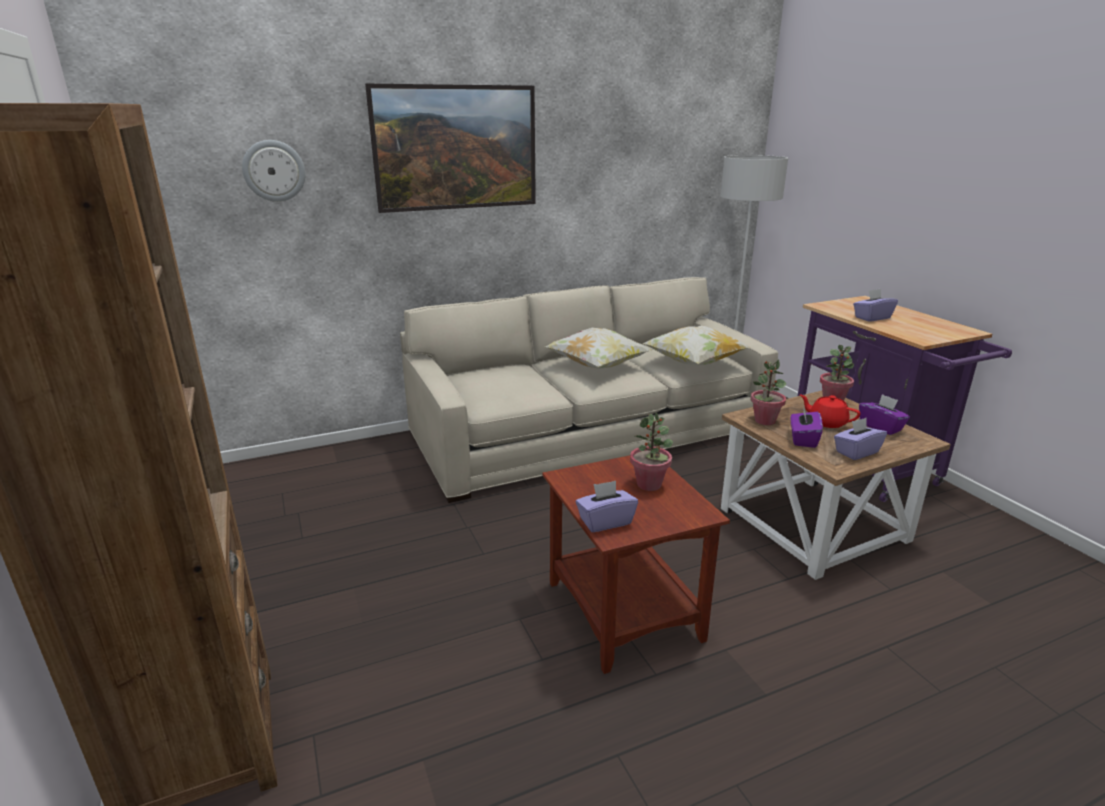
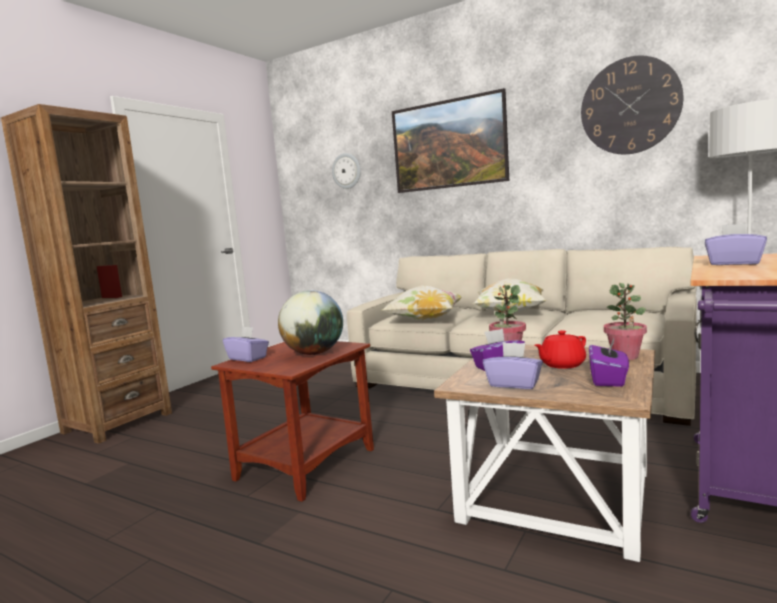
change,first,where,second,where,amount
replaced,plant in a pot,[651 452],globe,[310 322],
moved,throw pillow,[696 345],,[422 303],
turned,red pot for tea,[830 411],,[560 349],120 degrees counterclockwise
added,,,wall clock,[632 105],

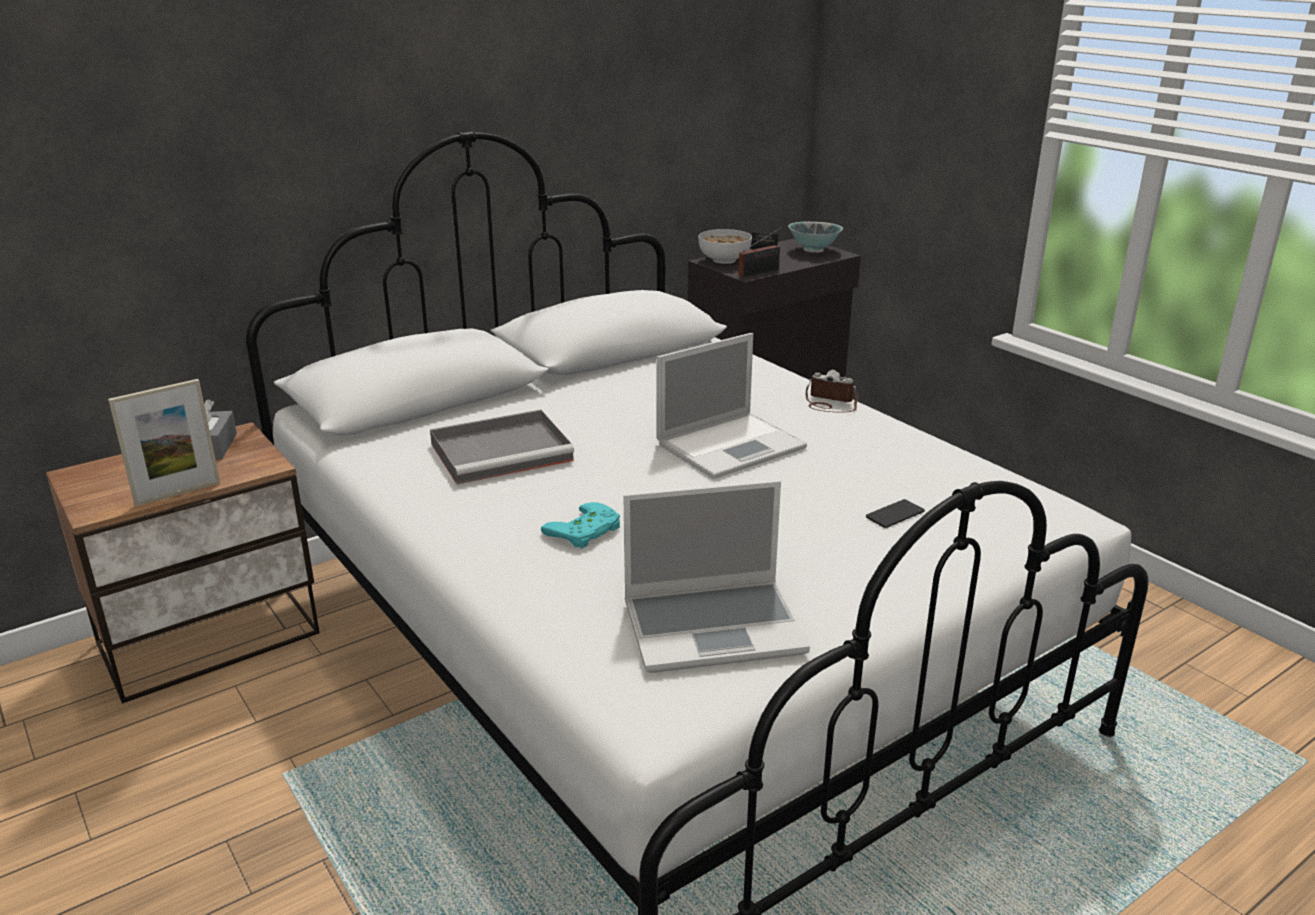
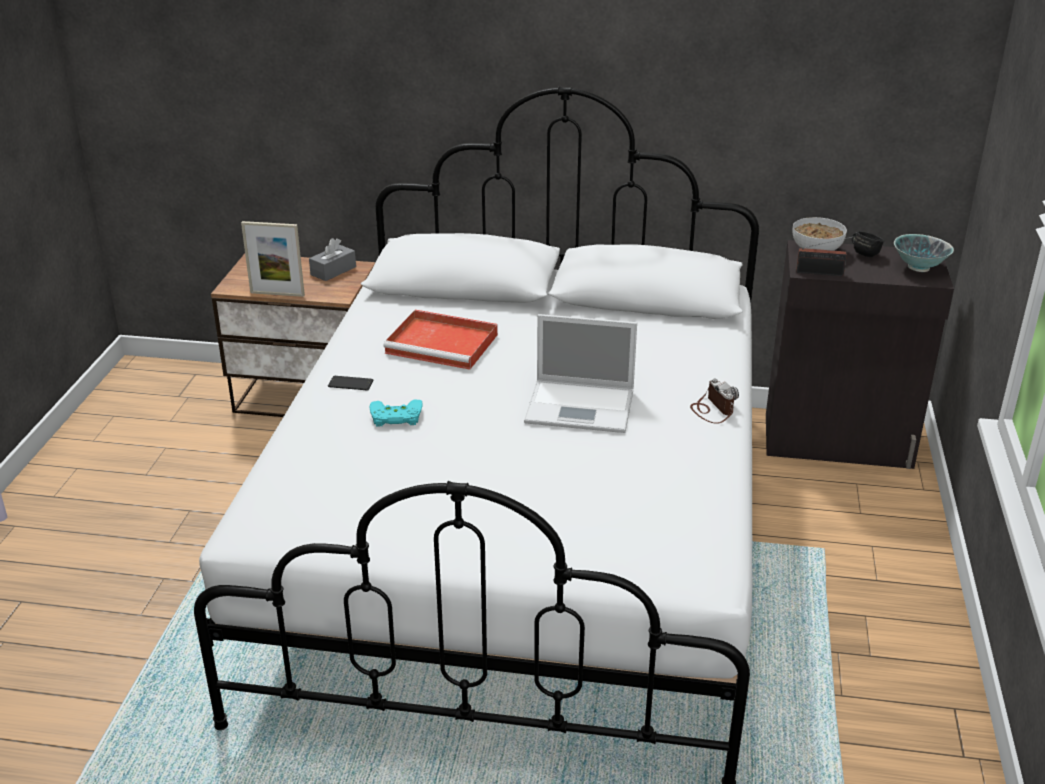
change,first,where,second,where,amount
recoloured,gray serving tray,[502 447],red serving tray,[440 340],
removed,notebook computer,[716 577],,,
moved,handset,[895 513],,[350 383],

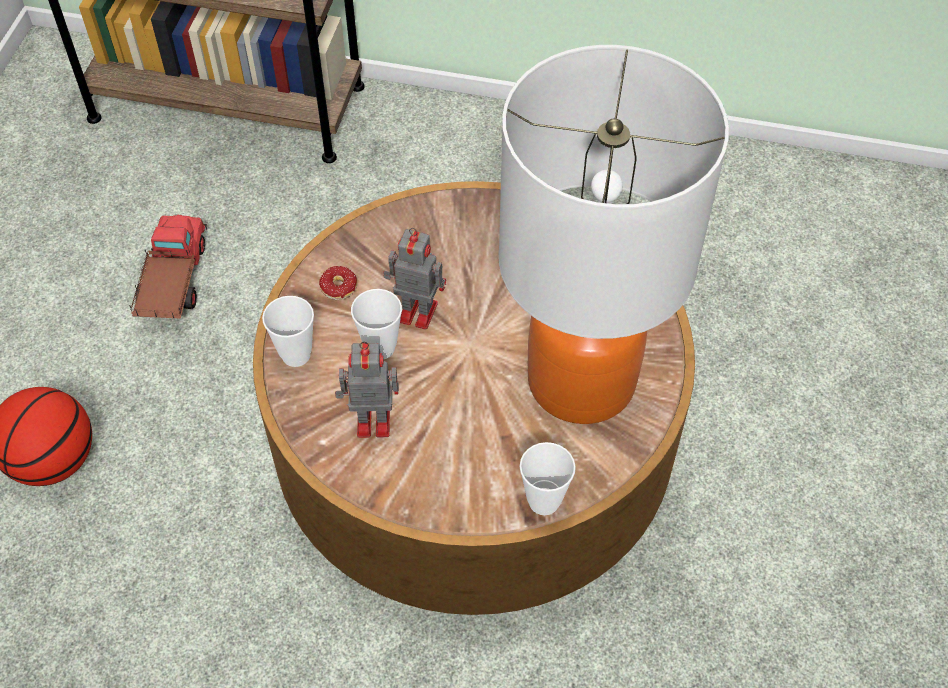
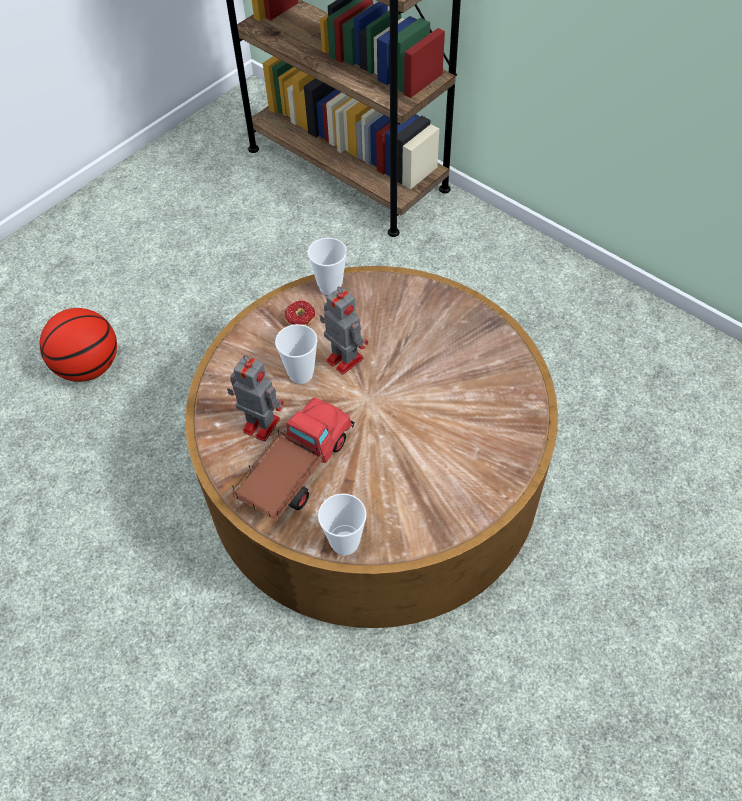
change,first,where,second,where,amount
moved,toy lorry,[168 266],,[293 459],
moved,drinking cup,[288 331],,[327 266],
removed,table lamp,[614 234],,,

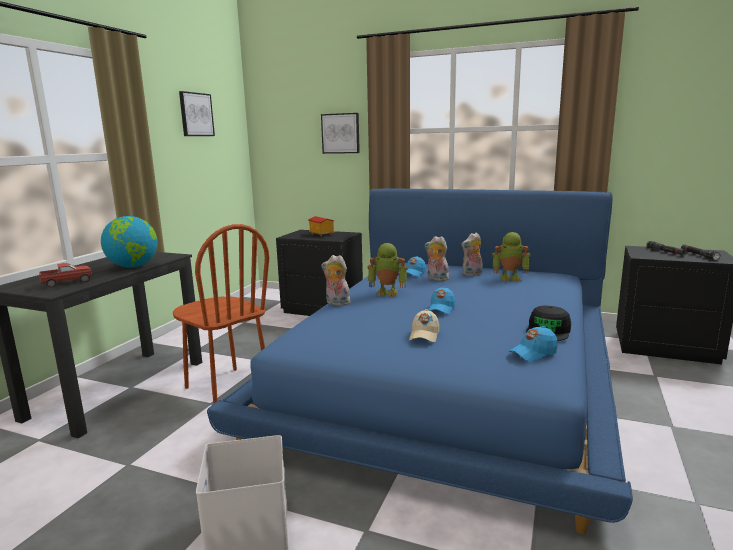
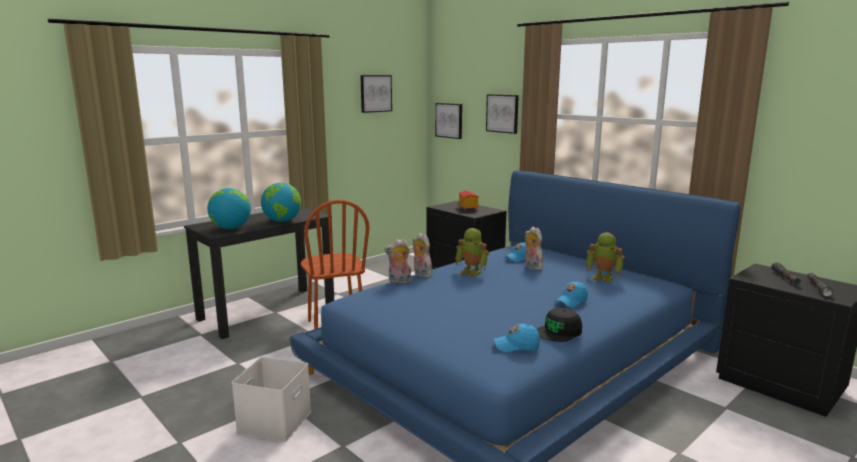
change,first,where,second,where,amount
replaced,toy lorry,[65 275],globe,[229 208],
removed,sand-coloured baseball cap,[424 325],,,
moved,blue-coloured baseball cap,[441 300],,[571 294],
moved,soft toy,[471 254],,[398 261],
added,,,picture,[448 121],

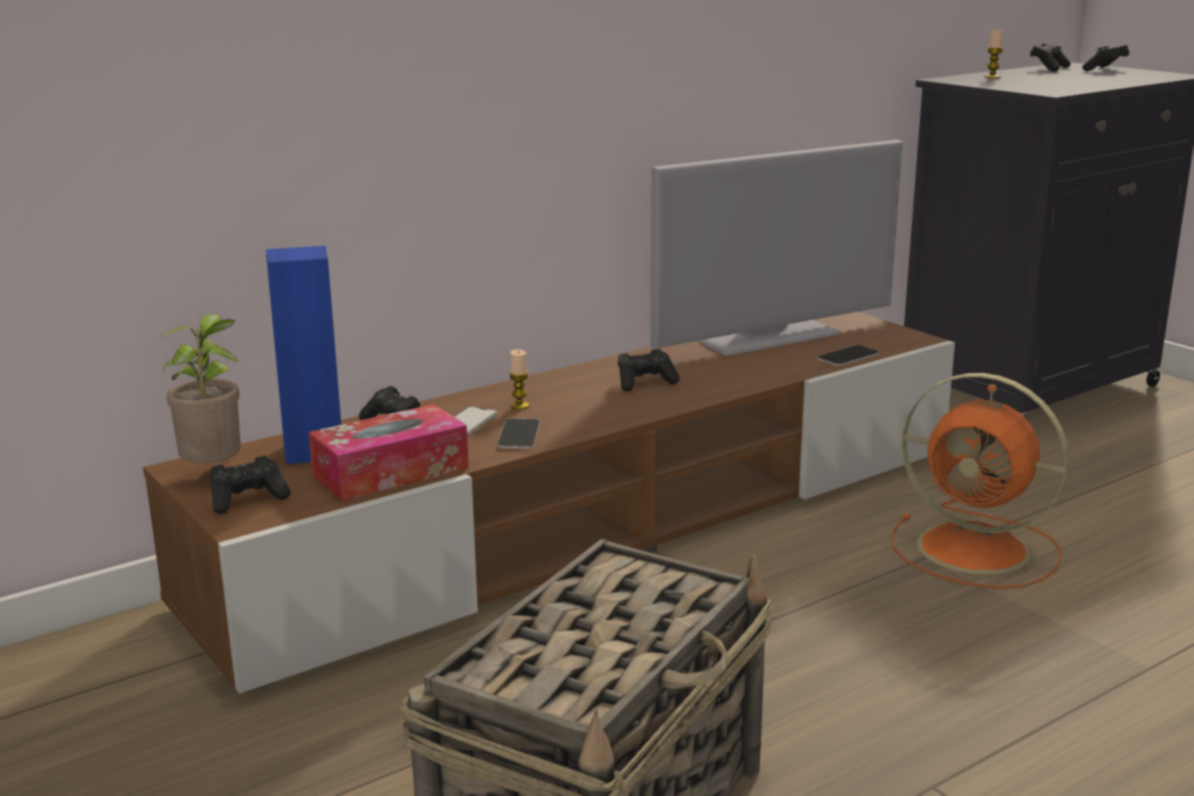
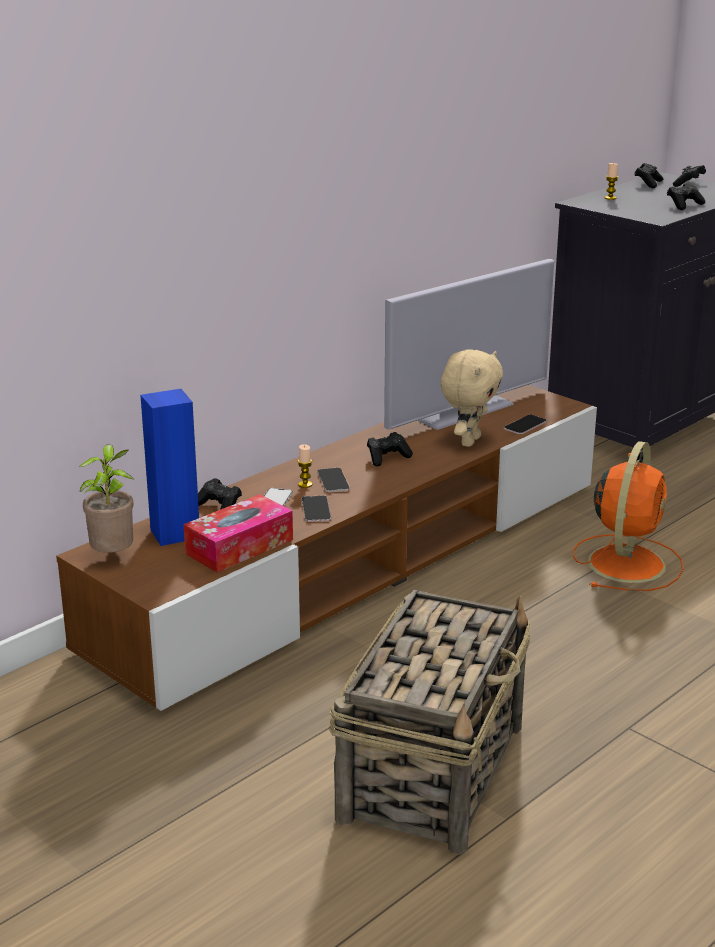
change,first,where,second,where,amount
moved,blackish joypad,[250 485],,[686 196],
turned,orange fan,[980 481],,[628 516],90 degrees counterclockwise
added,,,handset,[333 480],
added,,,sand-coloured soft toy,[472 398],

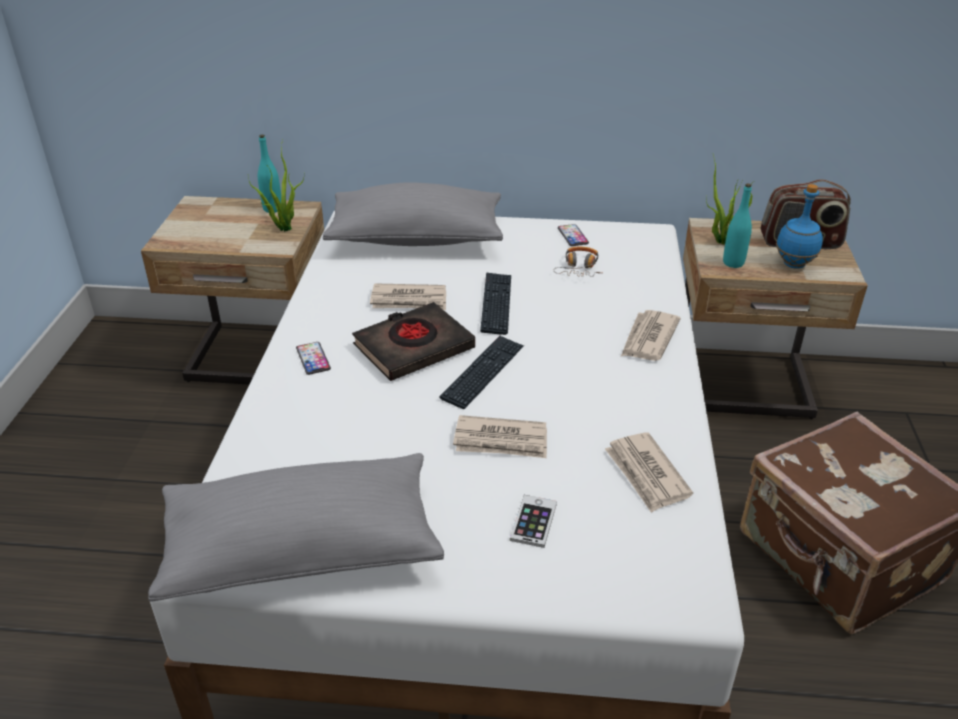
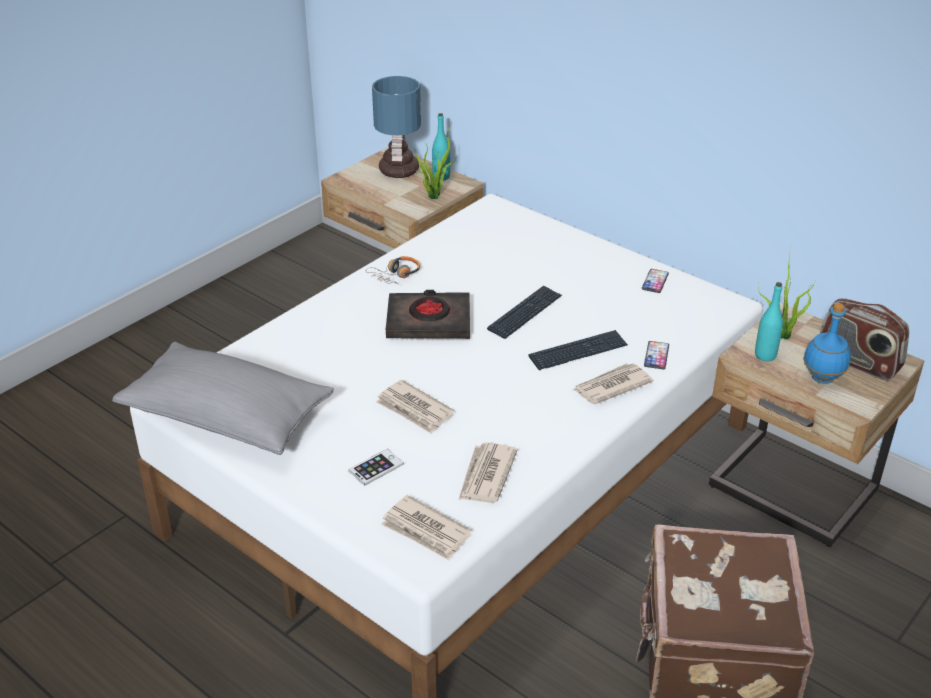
change,first,where,second,where,amount
moved,handset,[313 358],,[656 355],
removed,gray throw pillow,[413 214],,,
moved,daily paper,[408 296],,[426 528],
moved,computer keyboard,[481 372],,[578 350],
moved,headset,[577 261],,[393 270],
added,,,table lamp,[396 127],

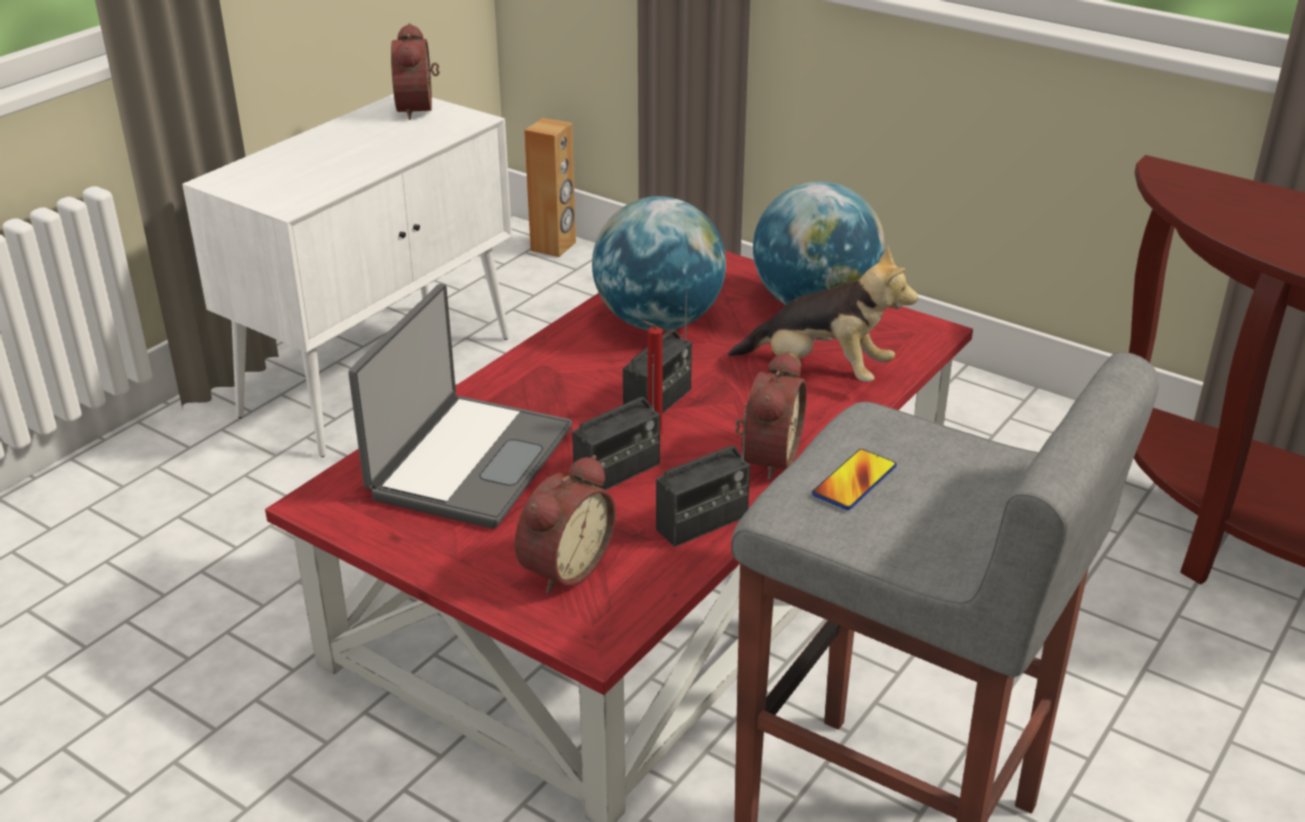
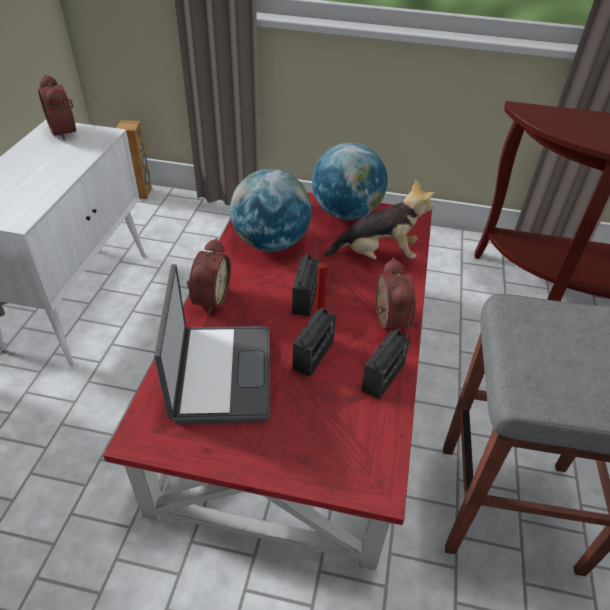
change,first,where,second,where,amount
moved,bedside clock,[565 524],,[209 276],
removed,handset,[854 479],,,

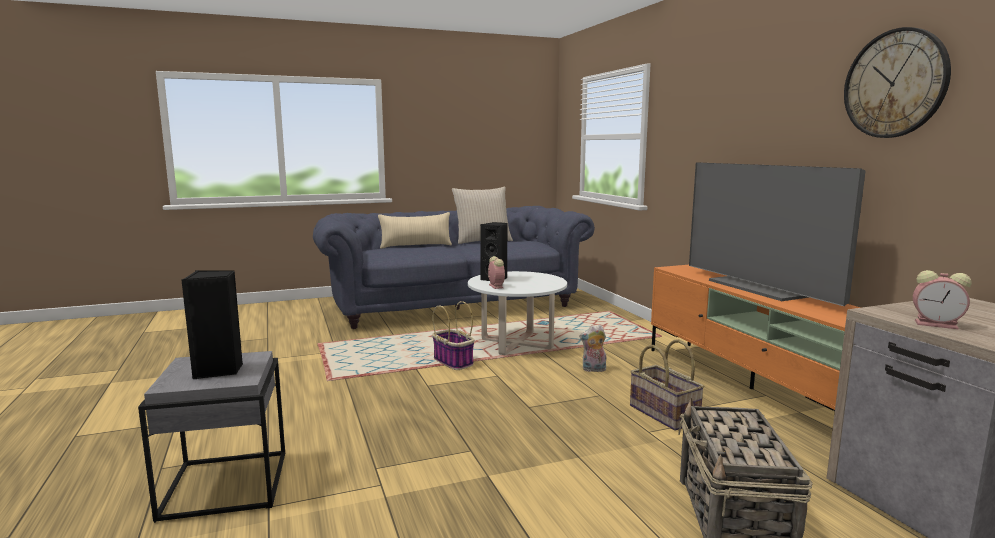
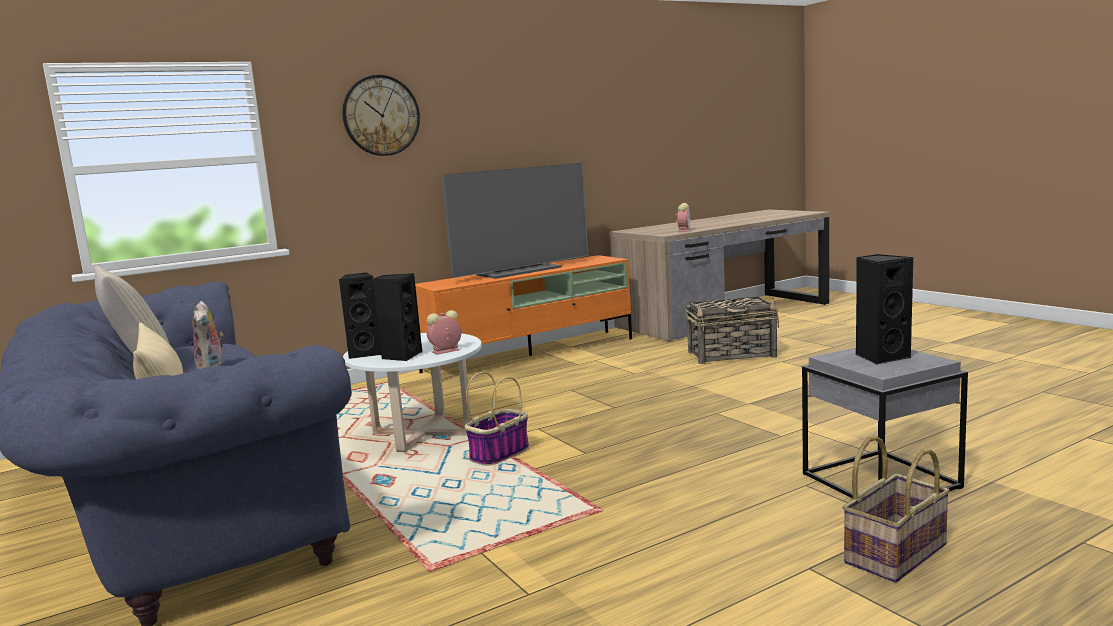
change,first,where,second,where,amount
moved,soft toy,[593 348],,[207 335],
moved,basket,[667 385],,[896 508],
moved,wall clock,[897 82],,[381 115],
added,,,blackish speaker,[360 316],

